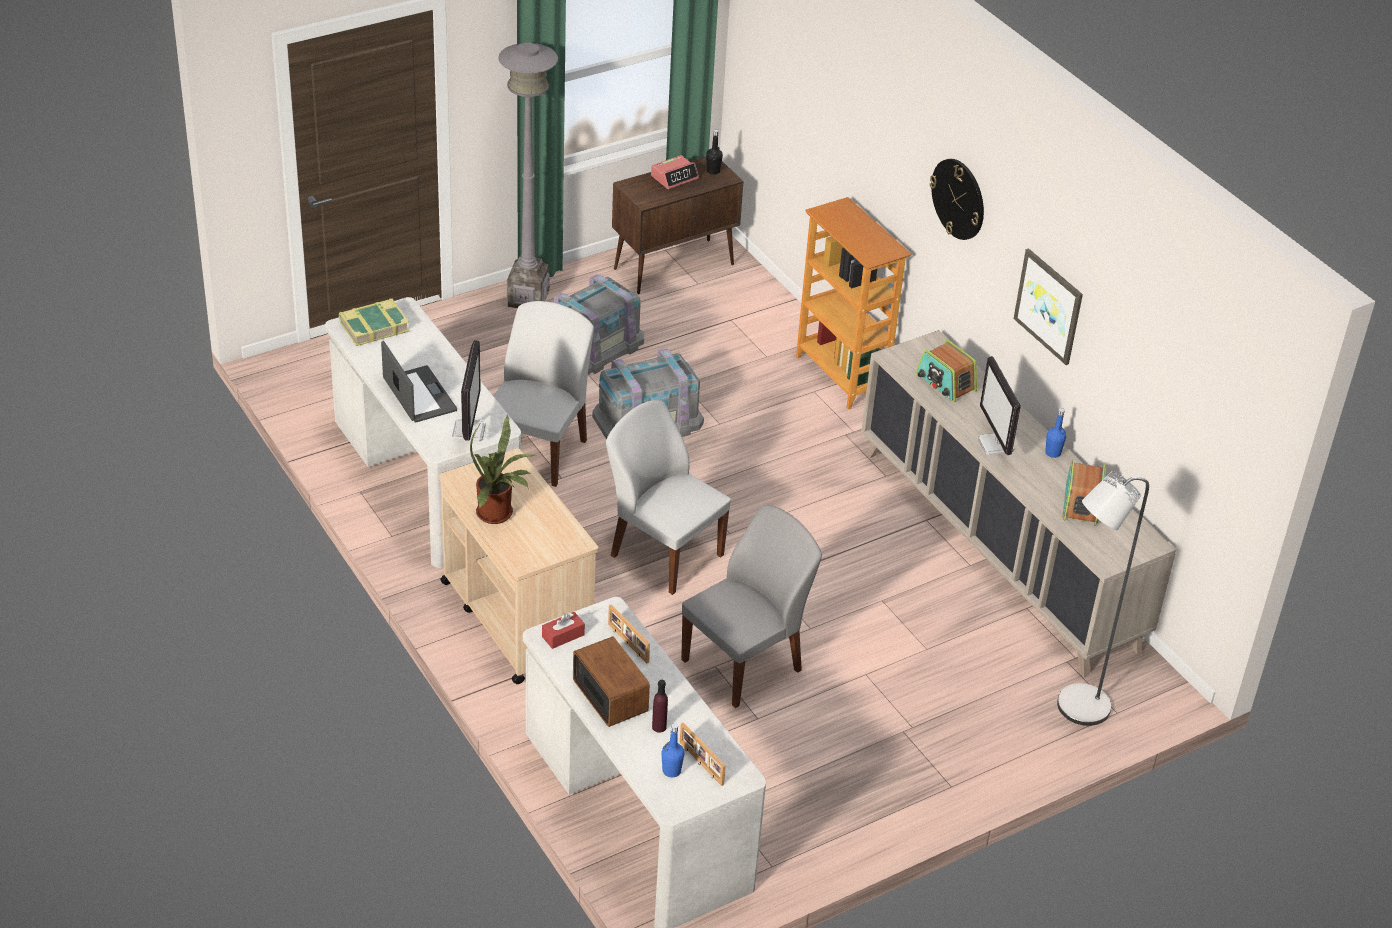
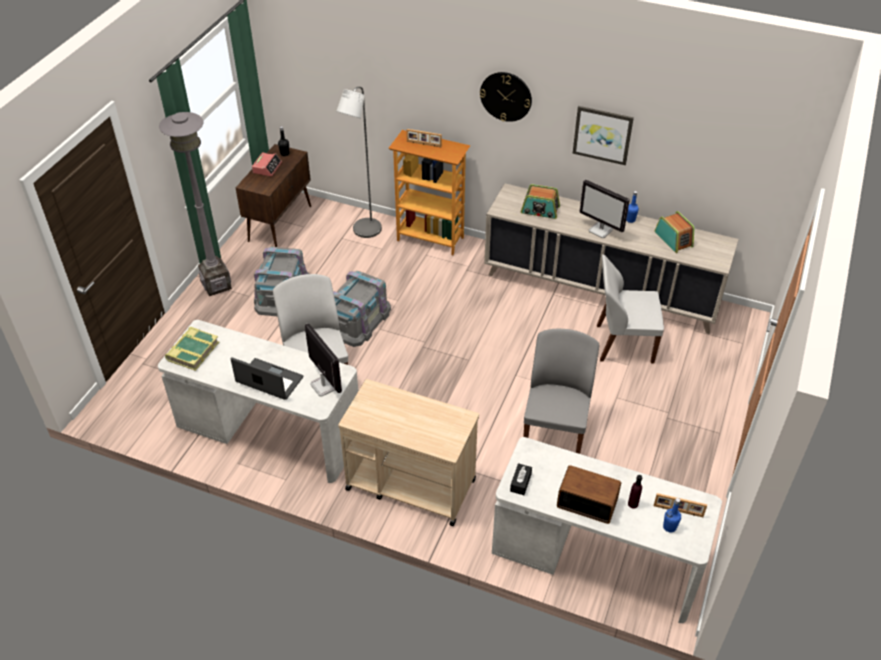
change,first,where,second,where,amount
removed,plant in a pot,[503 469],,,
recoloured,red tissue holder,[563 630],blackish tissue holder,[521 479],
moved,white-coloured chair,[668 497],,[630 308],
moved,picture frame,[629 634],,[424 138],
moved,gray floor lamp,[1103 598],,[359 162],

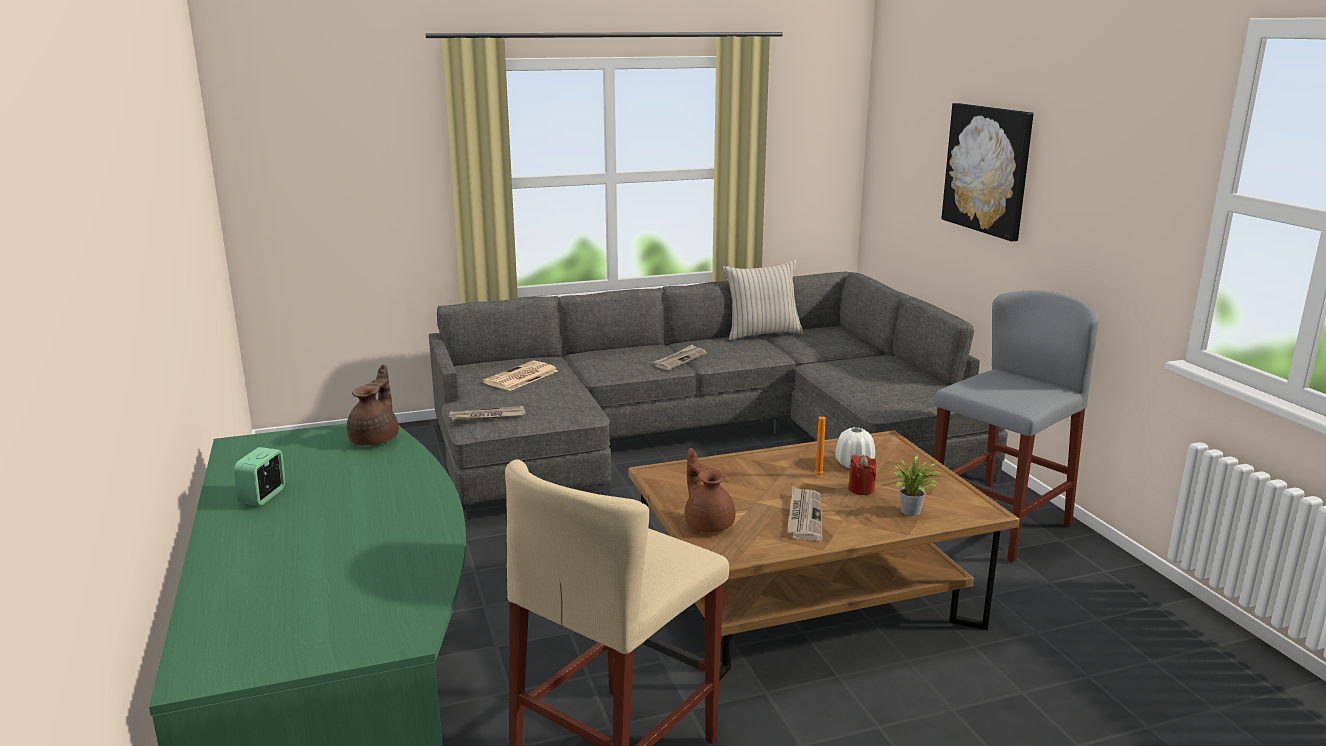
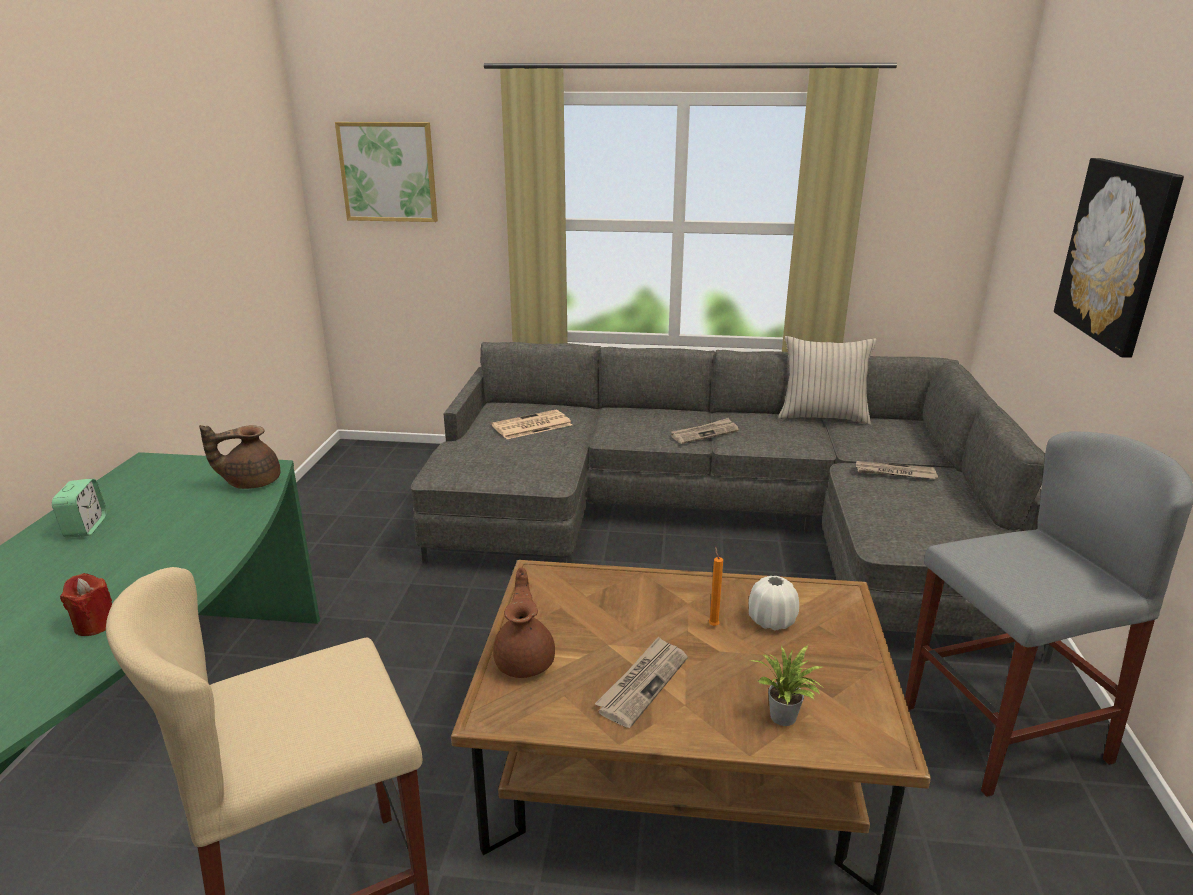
change,first,where,second,where,amount
turned,bedside clock,[259 476],,[79 508],135 degrees clockwise
turned,brownish pot for tea,[373 404],,[239 457],150 degrees counterclockwise
moved,daily paper,[487 414],,[897 470],
moved,red wax candle,[862 474],,[86 604],
added,,,picture,[386 172],

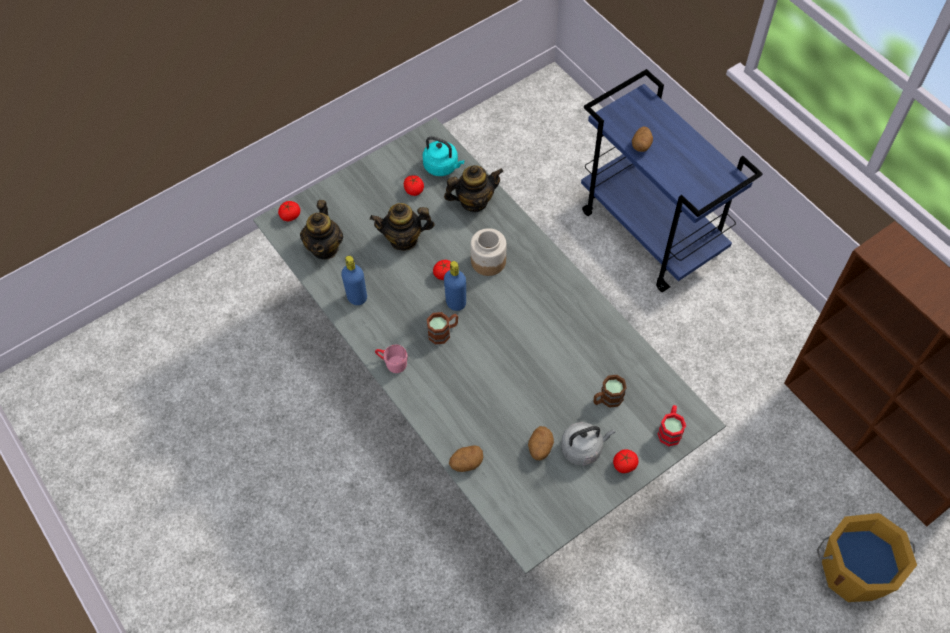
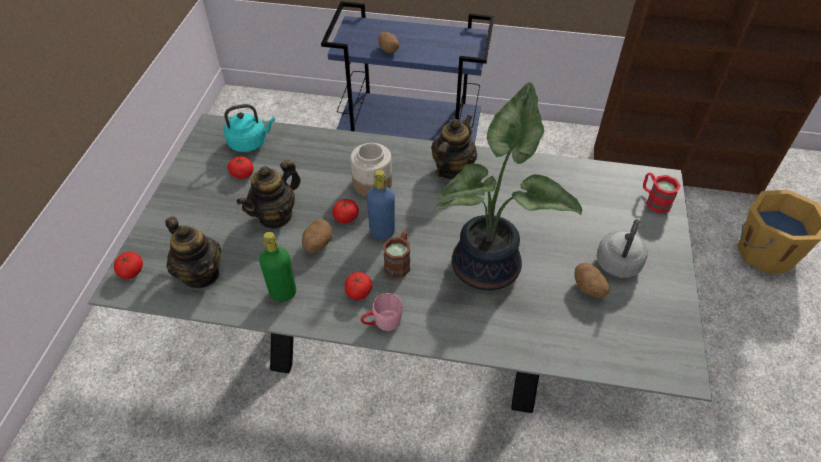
change,first,where,second,where,amount
recoloured,blue-coloured drink bottle,[354 280],green-coloured drink bottle,[277 267],
moved,pot for tea,[473 188],,[454 147],
moved,spud,[466 458],,[317 236],
removed,brownish mug,[610 391],,,
moved,whole tomato,[625 461],,[358 286],
added,,,plant in a pot,[509 186],

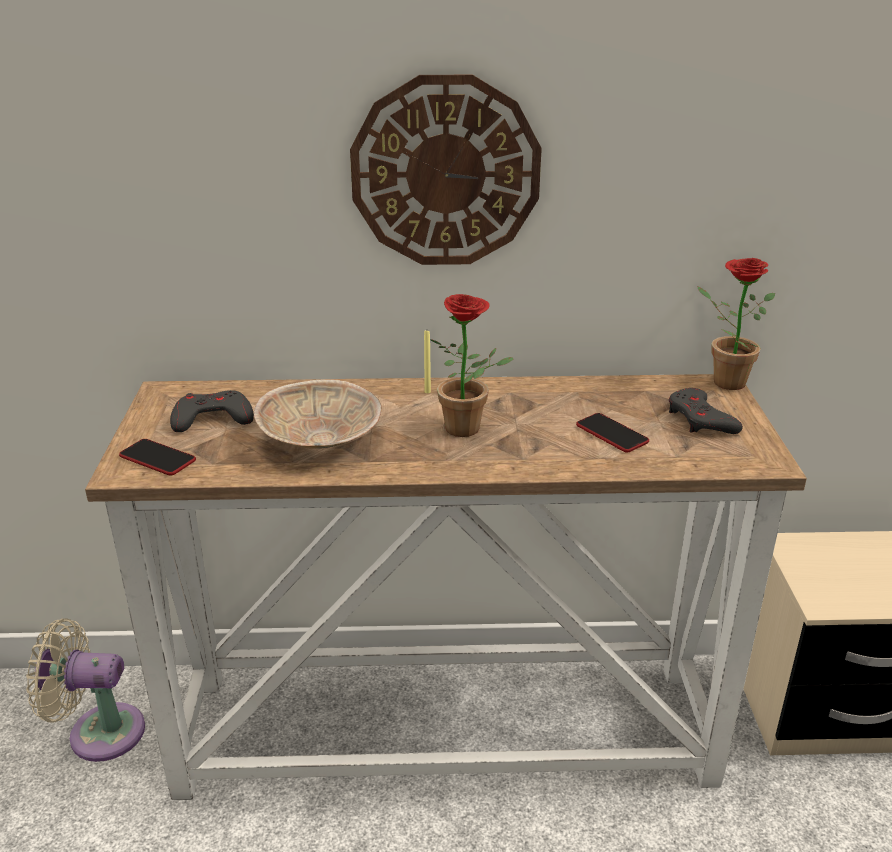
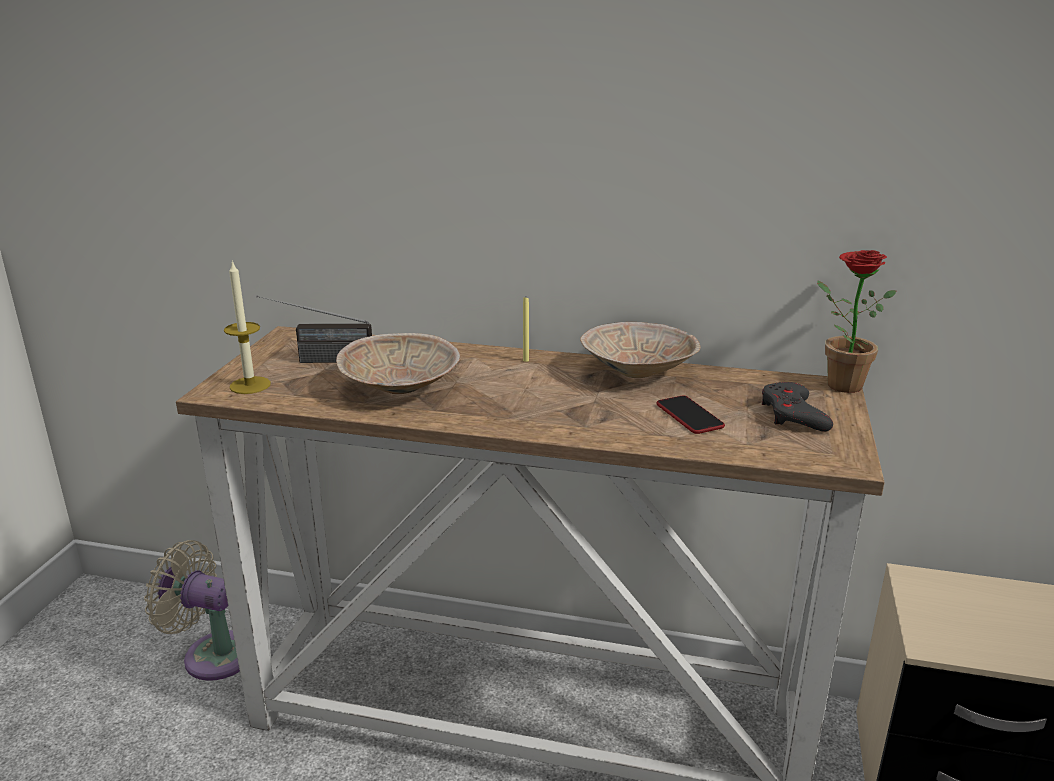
change,first,where,second,where,amount
replaced,handset,[157 457],wax candle,[247 327],
replaced,gray joypad,[212 411],radio receiver,[314 329],
removed,wall clock,[446 170],,,
removed,plant in a pot,[472 365],,,
added,,,sand-coloured deep dish,[640 350],

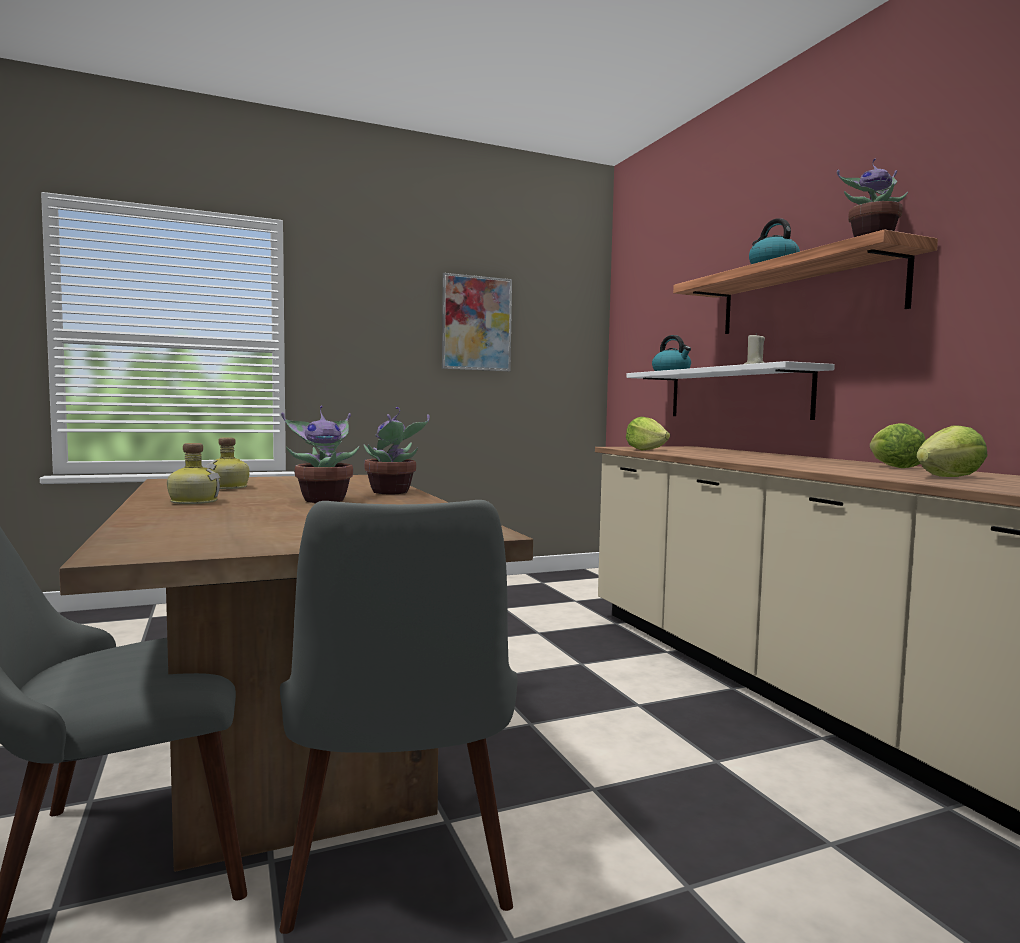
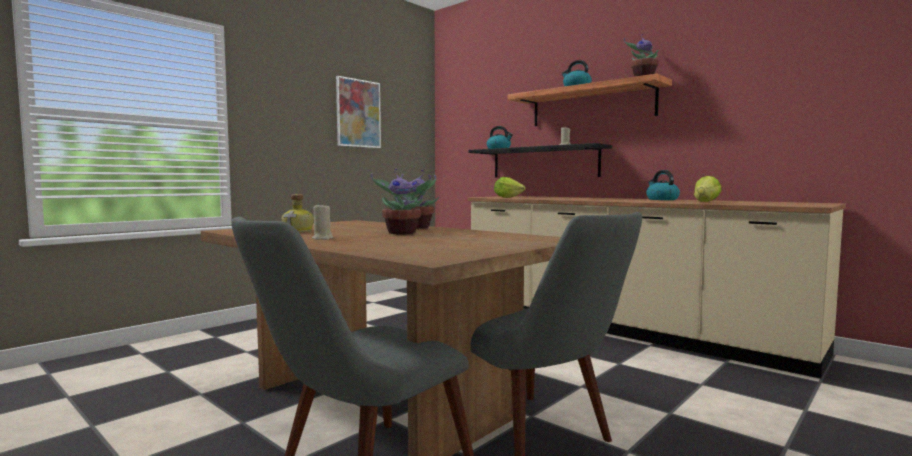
change,first,where,second,where,amount
replaced,drink bottle,[194 473],sand-coloured wax candle,[322 222],
recoloured,white-coloured shelf,[730 390],blackish shelf,[540 160],
replaced,lettuce,[898 445],tea kettle,[663 185],

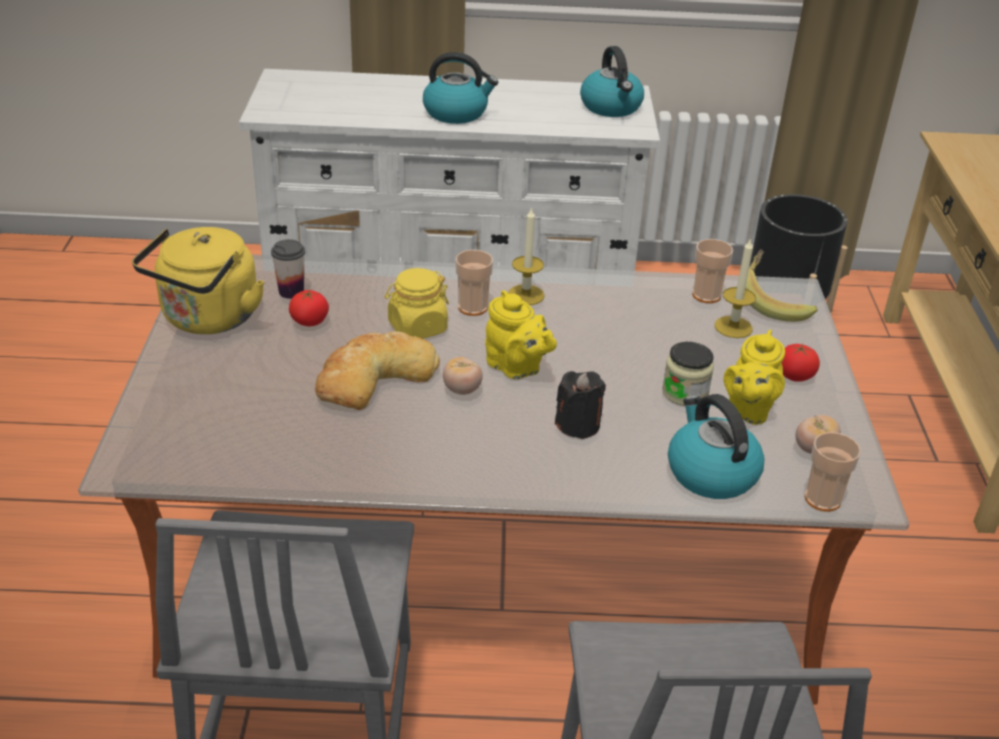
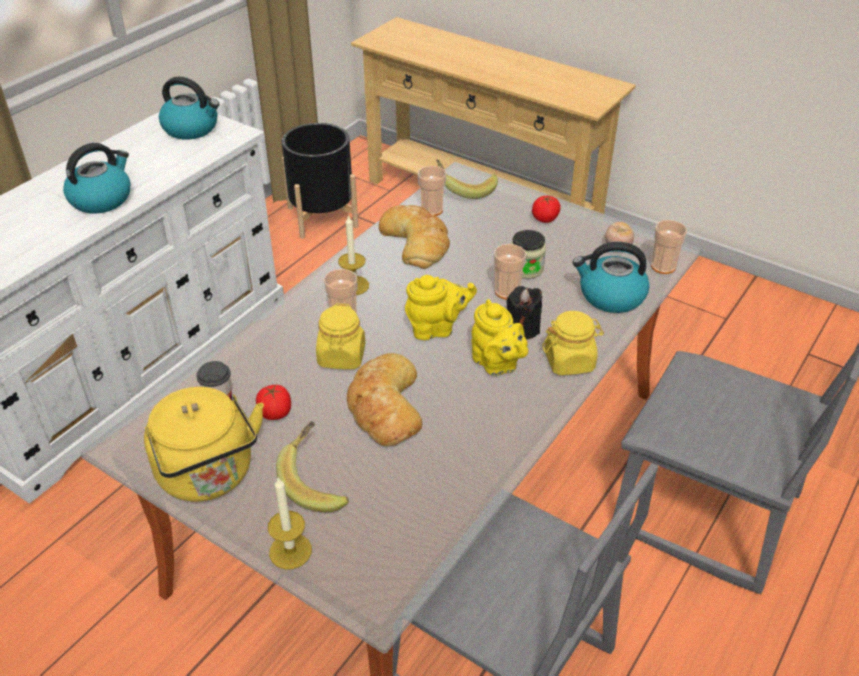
change,first,where,second,where,amount
removed,whole tomato,[463 376],,,
moved,wax candle,[735 288],,[290 523],
moved,yellowish pot for tea,[754 377],,[499 337],
added,,,banana,[312 466],
added,,,bread,[414 237],
added,,,drinking cup,[510 272],
added,,,yellowish jar,[573 343],

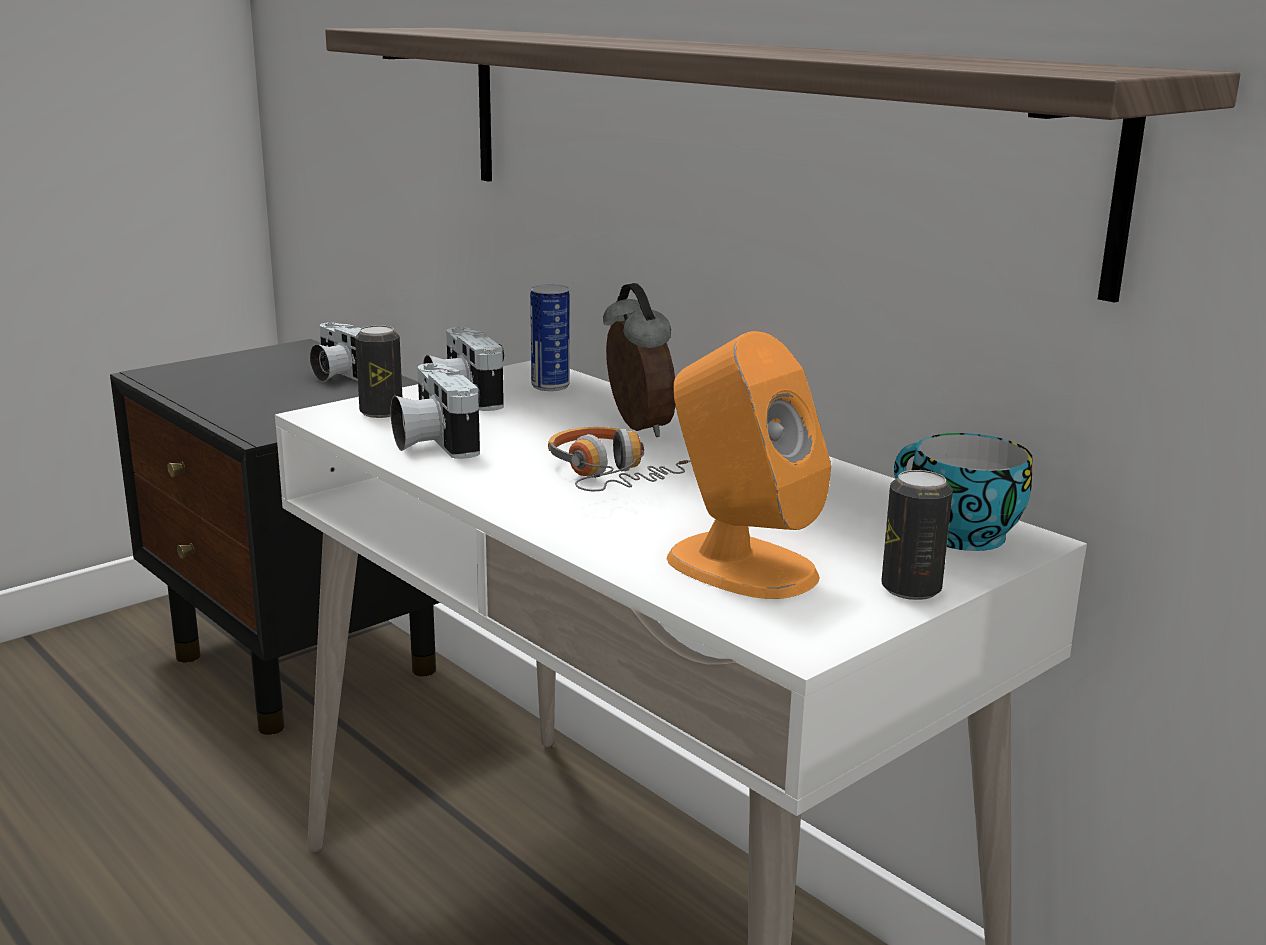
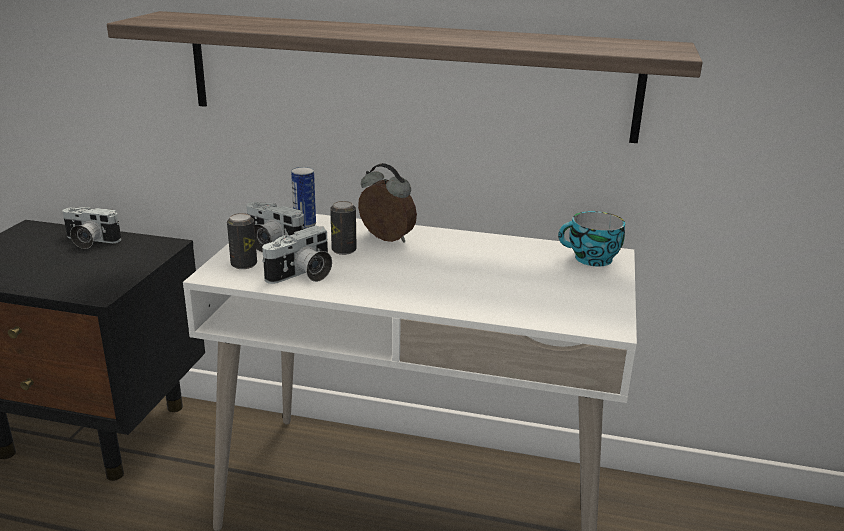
change,first,where,second,where,amount
turned,photo camera,[435 411],,[297 254],75 degrees counterclockwise
removed,headset,[619 459],,,
removed,orange speaker,[748 465],,,
moved,metal can,[917 535],,[343 228],

